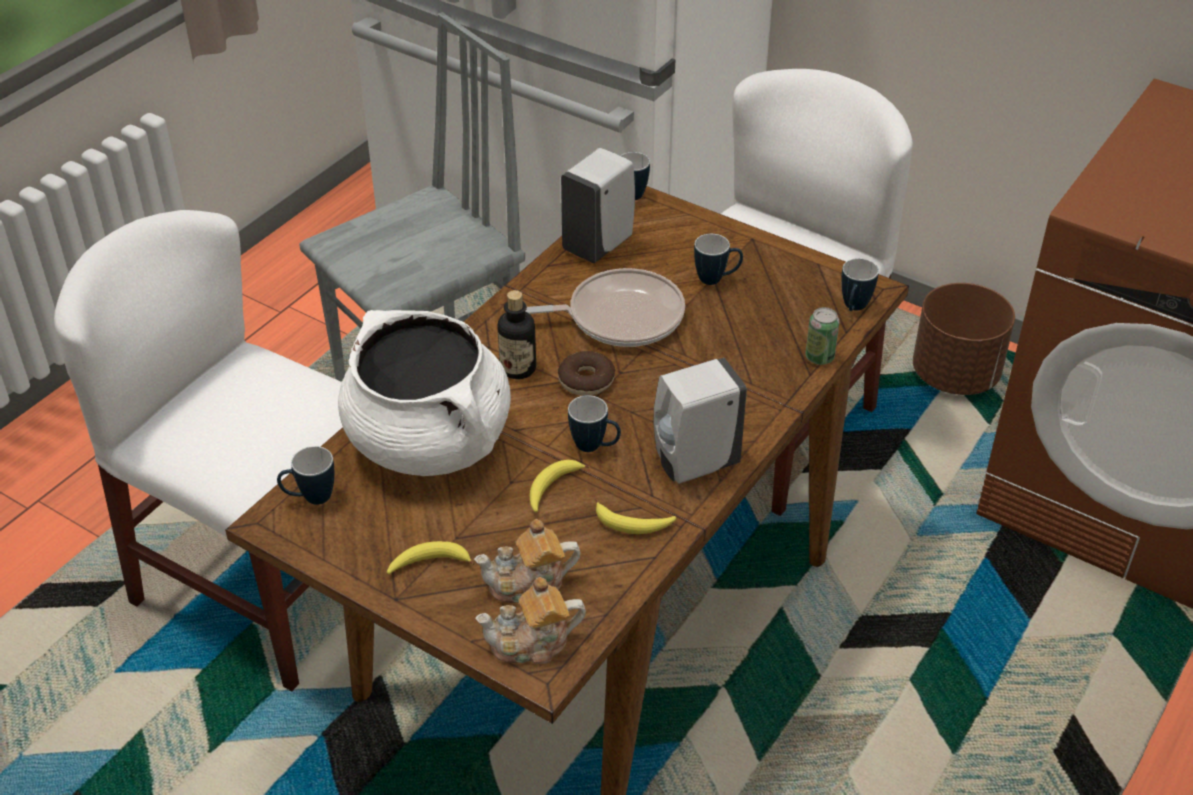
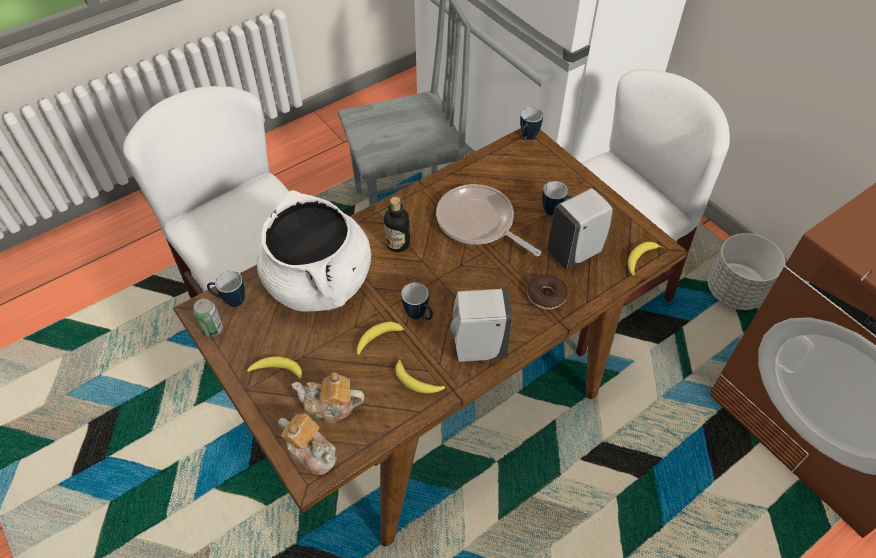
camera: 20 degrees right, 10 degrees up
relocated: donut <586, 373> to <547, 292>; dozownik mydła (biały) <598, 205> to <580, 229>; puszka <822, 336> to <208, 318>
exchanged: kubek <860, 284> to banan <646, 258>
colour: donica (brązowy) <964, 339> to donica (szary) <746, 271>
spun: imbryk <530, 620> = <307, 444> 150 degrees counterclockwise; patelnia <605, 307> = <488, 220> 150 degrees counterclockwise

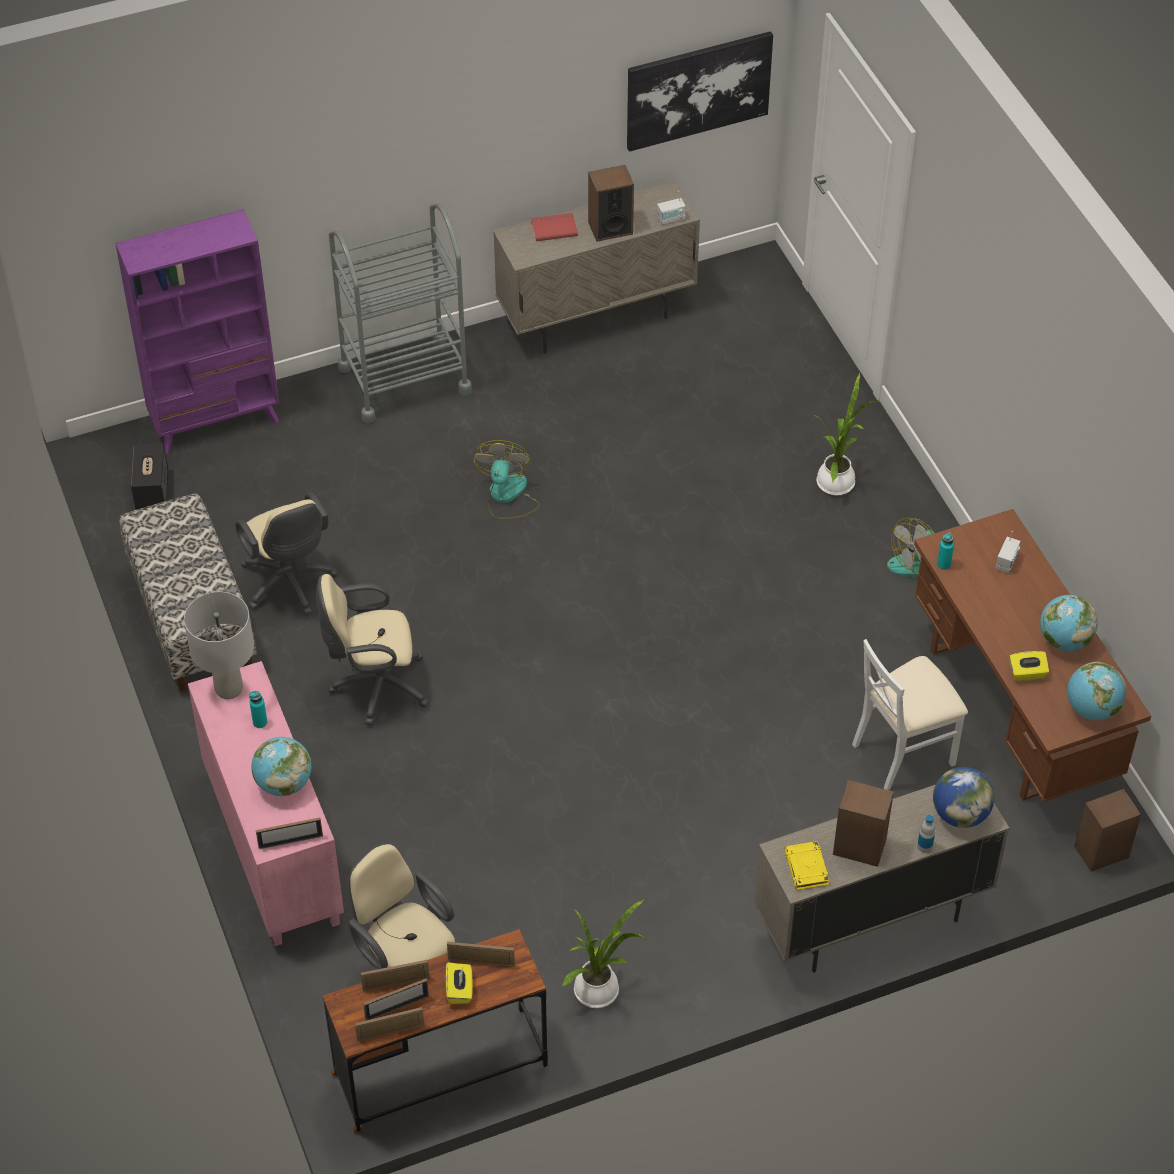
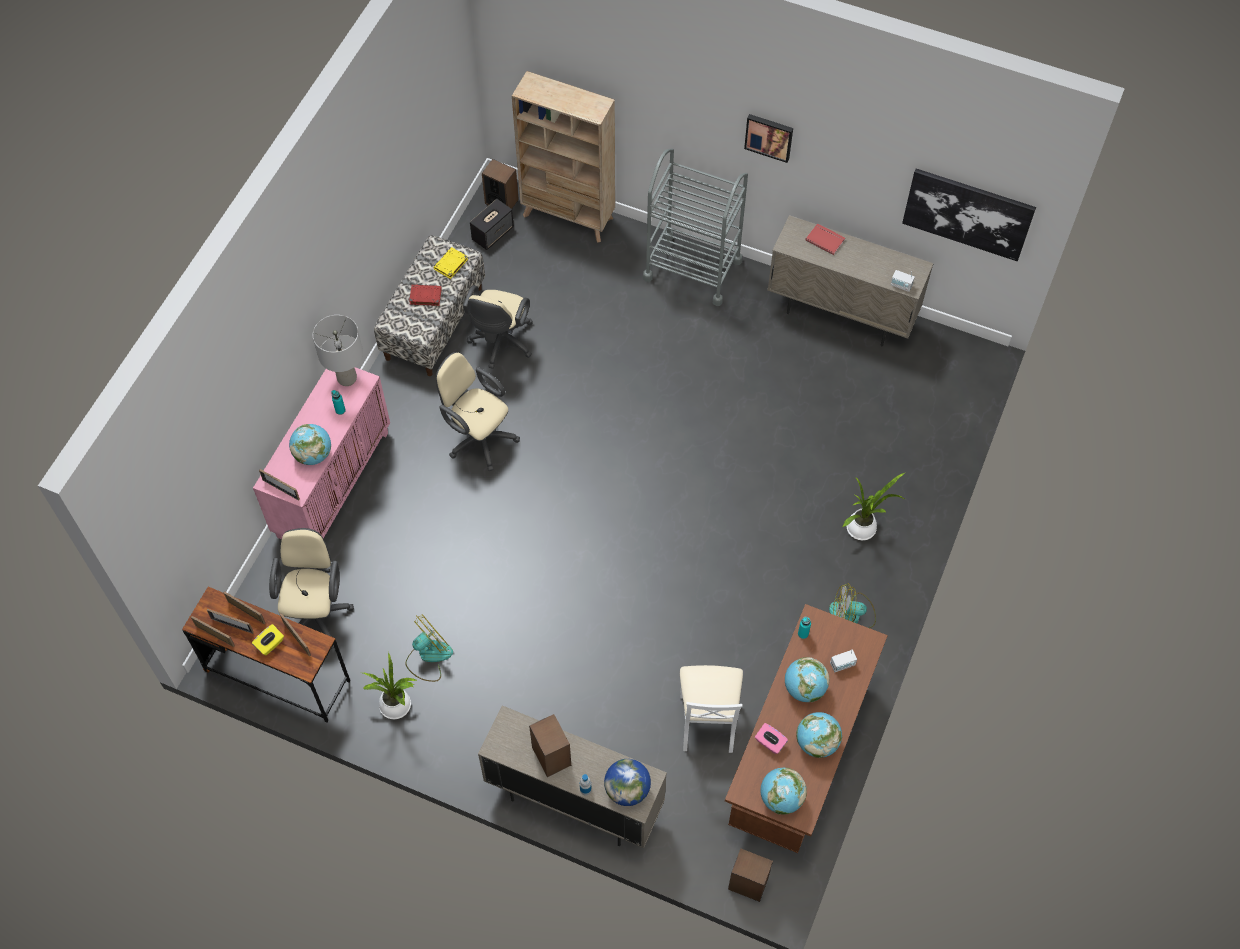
camera: 45 degrees right, 10 degrees up
appeared: książka (czerwony) <425, 295>; obraz <768, 138>; globus <807, 679>
relocated: wentylator <506, 479> to <429, 648>; głośnik <611, 203> to <500, 184>; książka (żółty) <806, 865> to <450, 263>
colour: regał (fioletowy) <197, 332> to regał (beżowy) <563, 157>; pudełko chusteczek (żółty) <1029, 666> to pudełko chusteczek (różowy) <771, 738>
spun: krzesło (biały) <910, 714> = <711, 709> 105 degrees counterclockwise

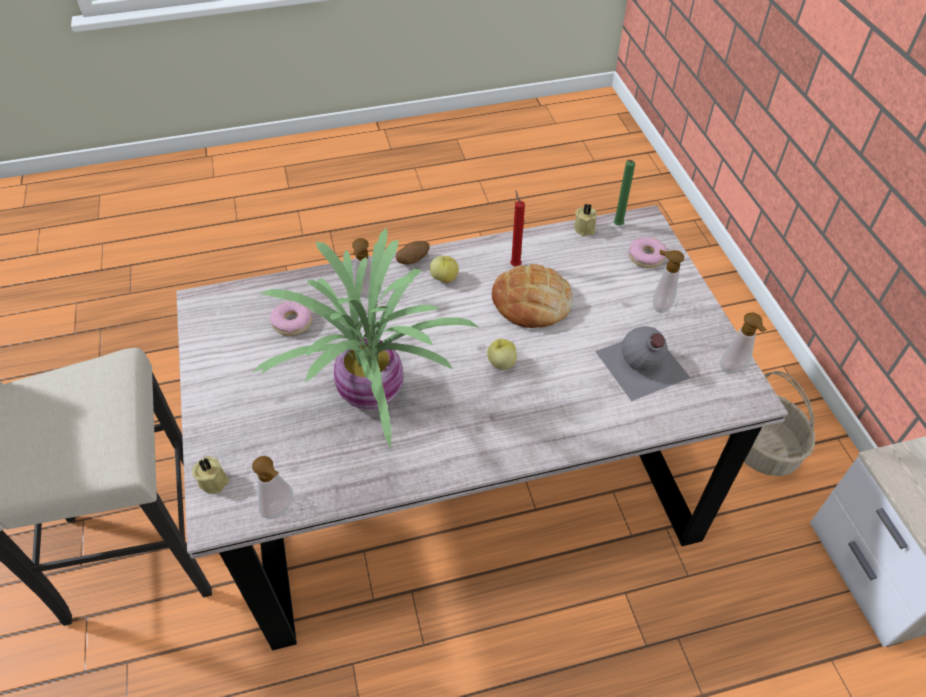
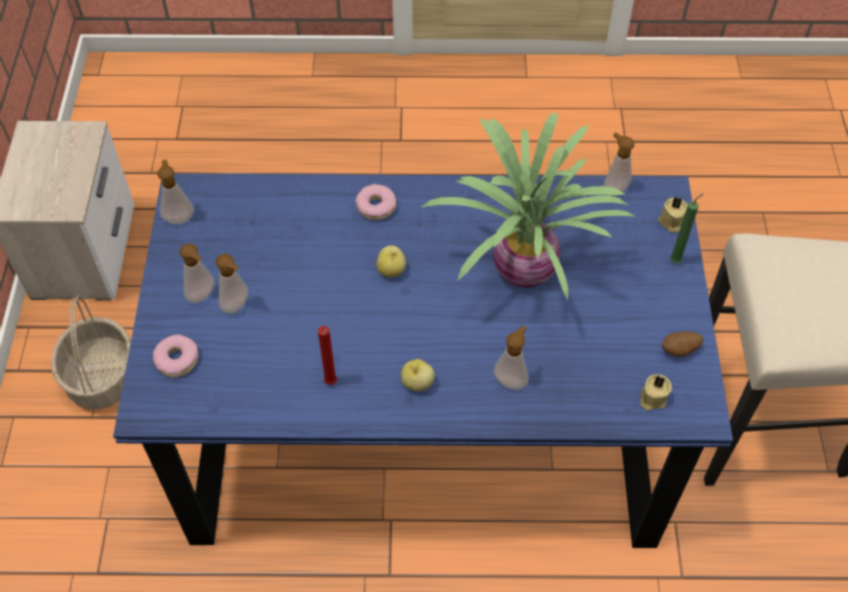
camera: 165 degrees left, 5 degrees up
missing: chleb <532, 296>; butelka (szary) <642, 363>
appeared: dozownik mydła <232, 284>
relocated: donut <291, 318> to <375, 202>; ziemniak <413, 253> to <682, 344>; świeca (beżowy) <585, 220> to <656, 392>; świeca (zielony) <624, 193> to <687, 228>
colour: stół jadalny (szary) <482, 427> to stół jadalny (niebieski) <423, 360>

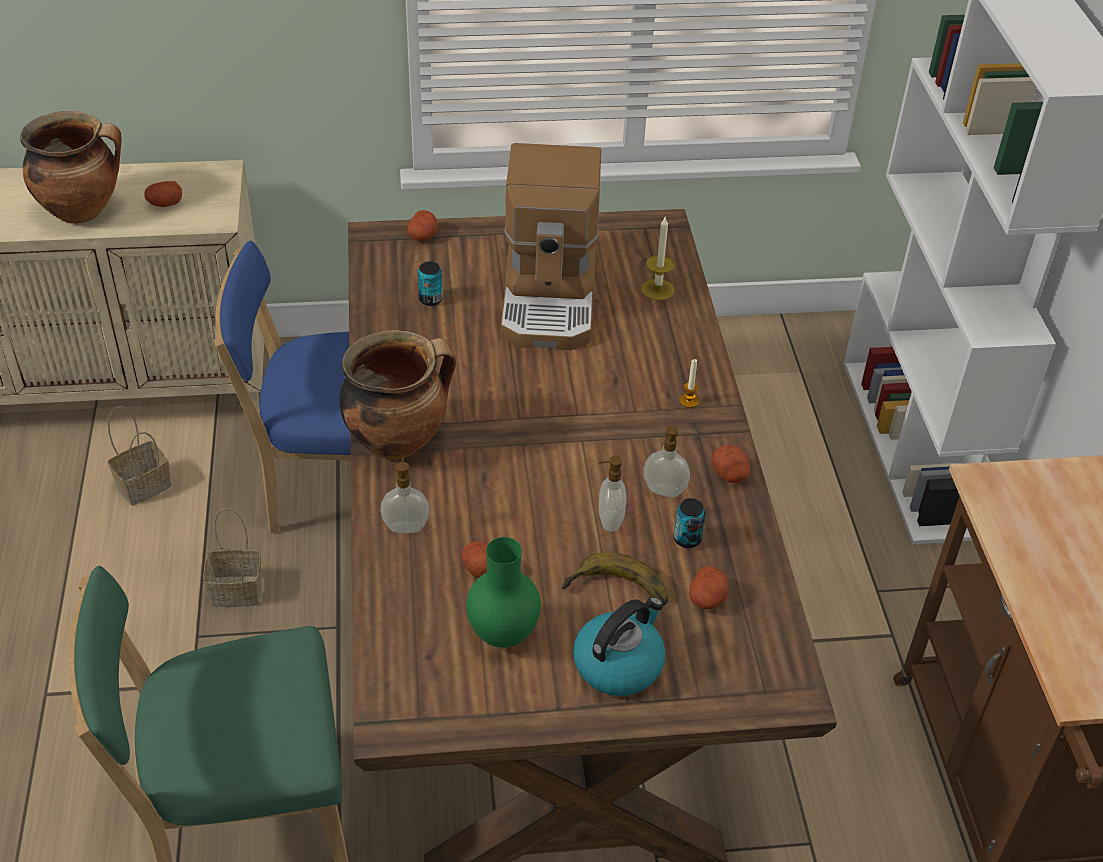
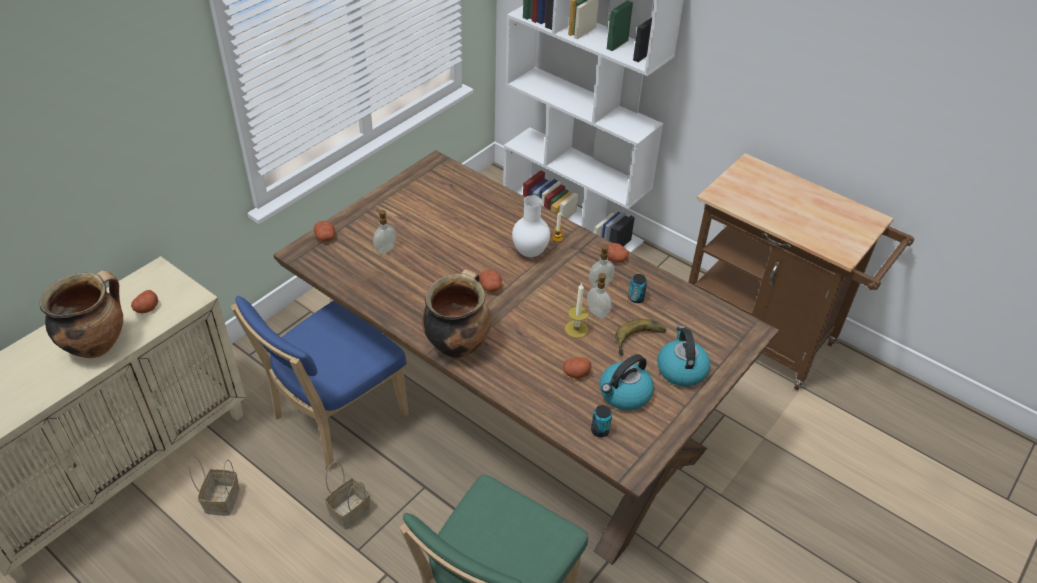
camera: 45 degrees left, 0 degrees up
missing: ekspres do kawy <551, 246>
appeared: wazon (biały) <531, 226>
relocated: dozownik mydła <405, 495> to <384, 231>; puszka <430, 283> to <601, 421>; świeca <658, 258> to <577, 310>; ziemniak <709, 587> to <491, 281>
exchanged: wazon (zielony) <503, 592> to czajnik <627, 382>

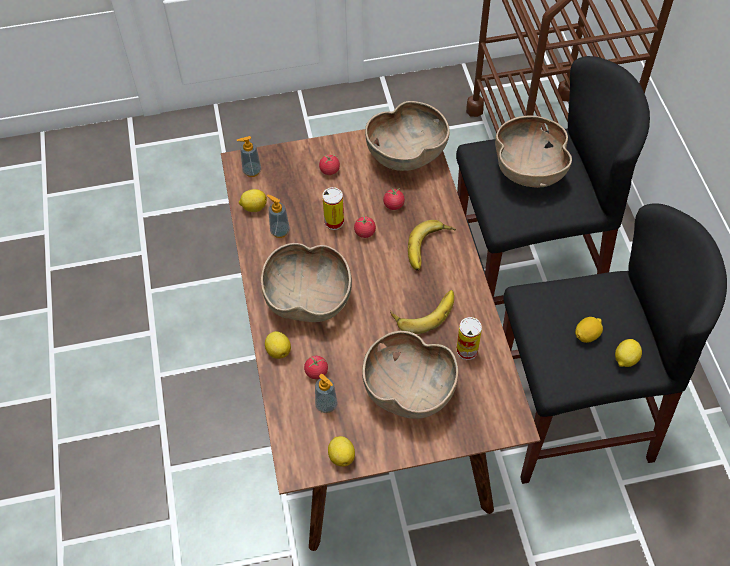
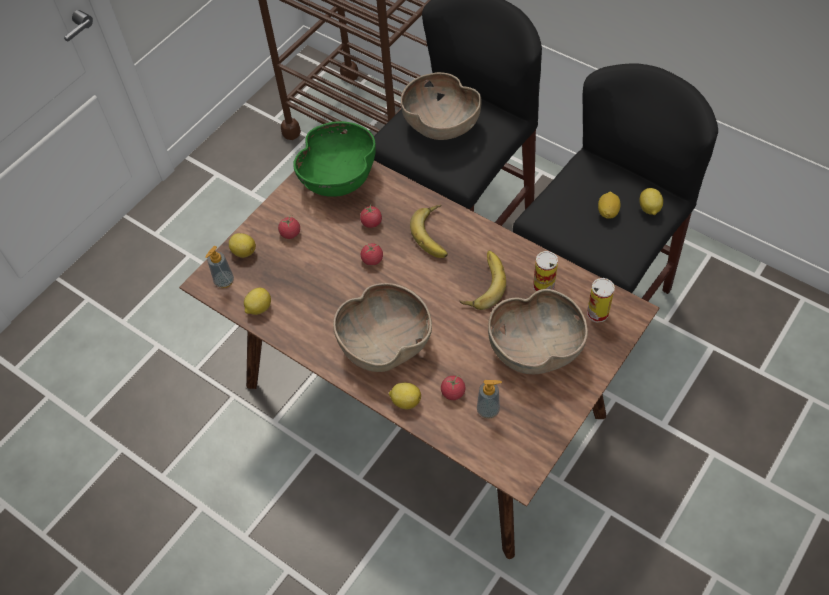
camera: 40 degrees left, 0 degrees up
missing: dozownik mydła <278, 216>
relocated: puszka <333, 208> to <601, 300>; cytryna <341, 451> to <242, 245>
colour: miska (brązowy) <407, 136> to miska (zielony) <334, 159>

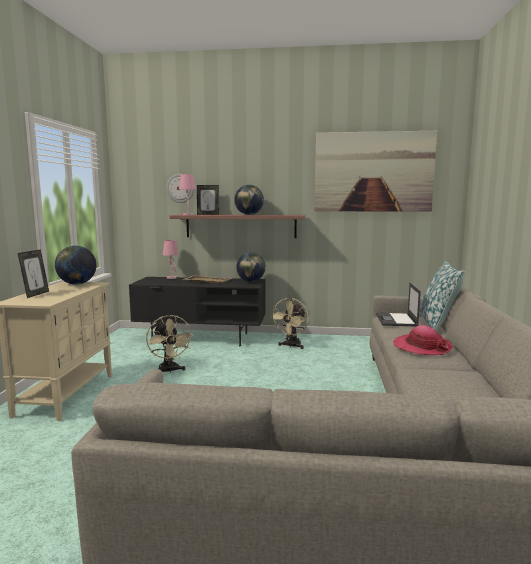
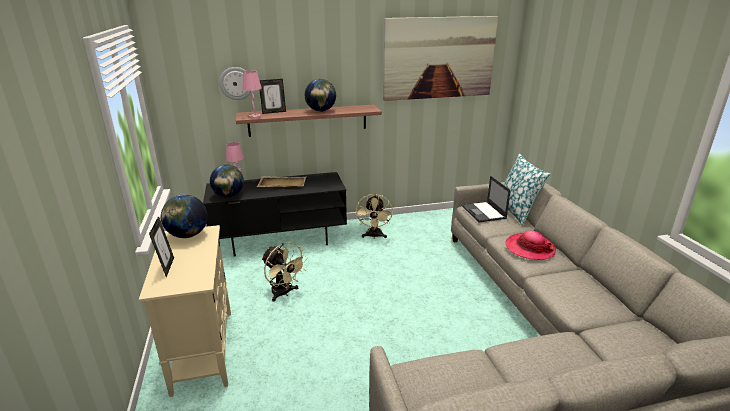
camera: 20 degrees left, 15 degrees up
relocated: globus <251, 267> to <227, 181>

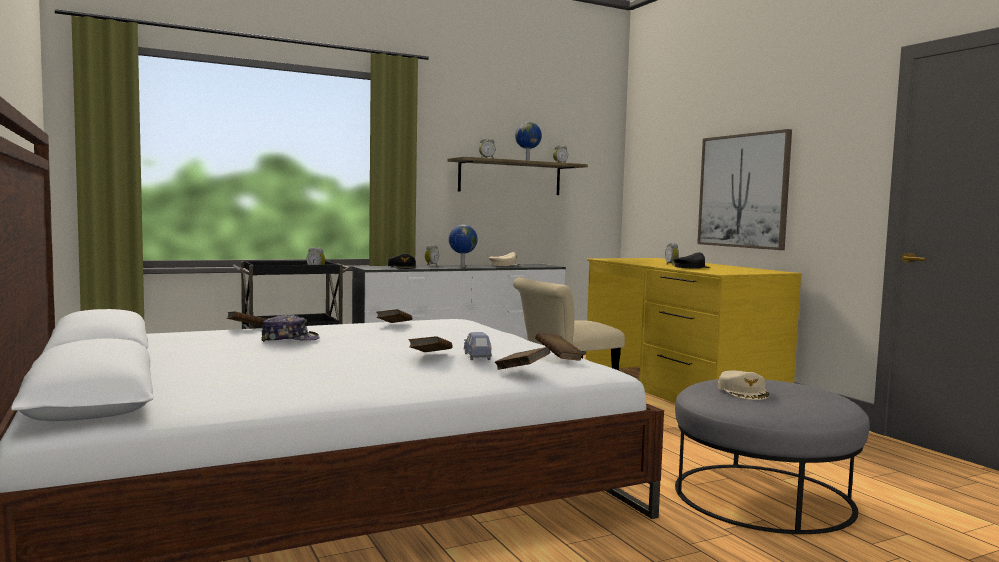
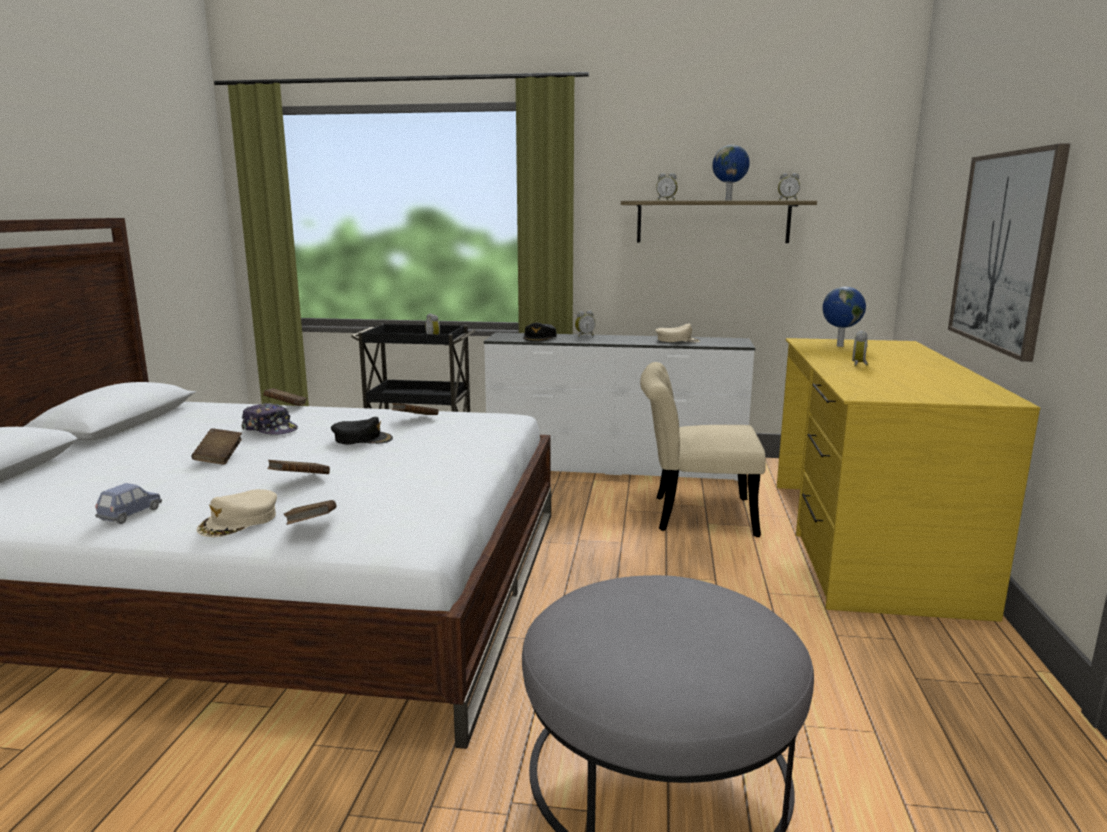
camera: 35 degrees right, 10 degrees up
relocated: globus <463, 246> to <844, 317>; samochodzik (niebieski) <478, 346> to <128, 503>; książka (brązowy) <559, 347> to <217, 446>; czapka z daszkiem (czarny) <692, 260> to <362, 431>; czapka z daszkiem (beżowy) <743, 385> to <237, 513>

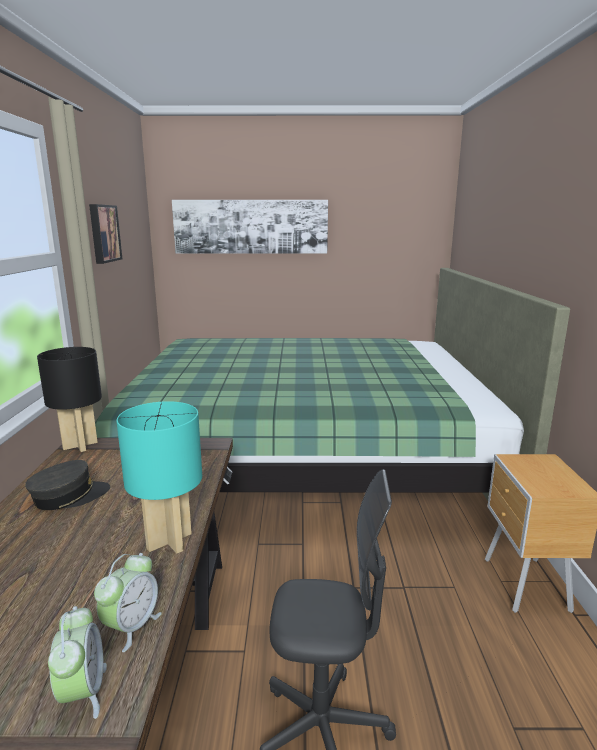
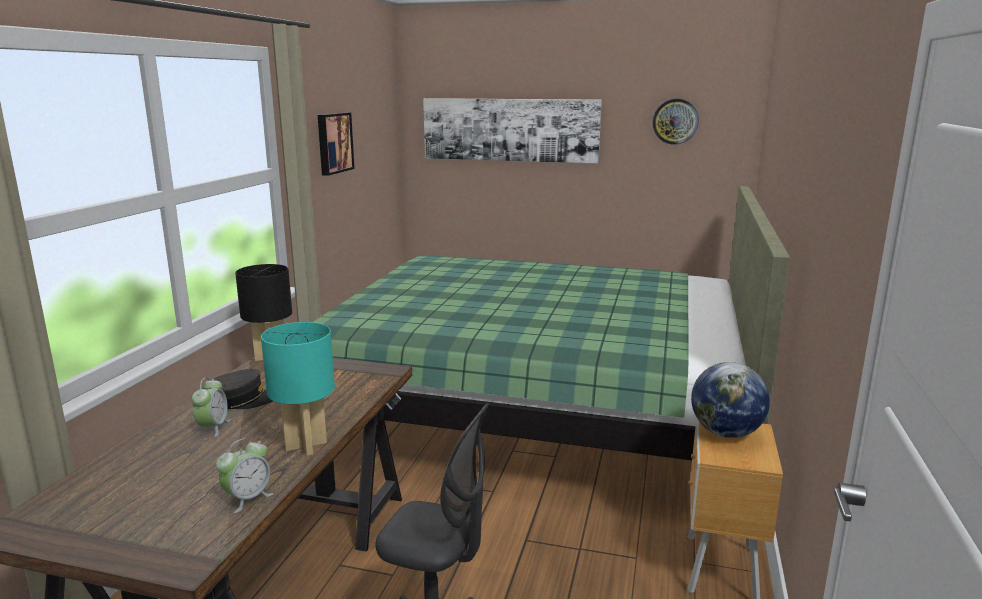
camera: 15 degrees right, 0 degrees up
appeared: zegar ścienny <676, 122>; globus <730, 400>
relocated: budzik <77, 662> to <211, 407>

